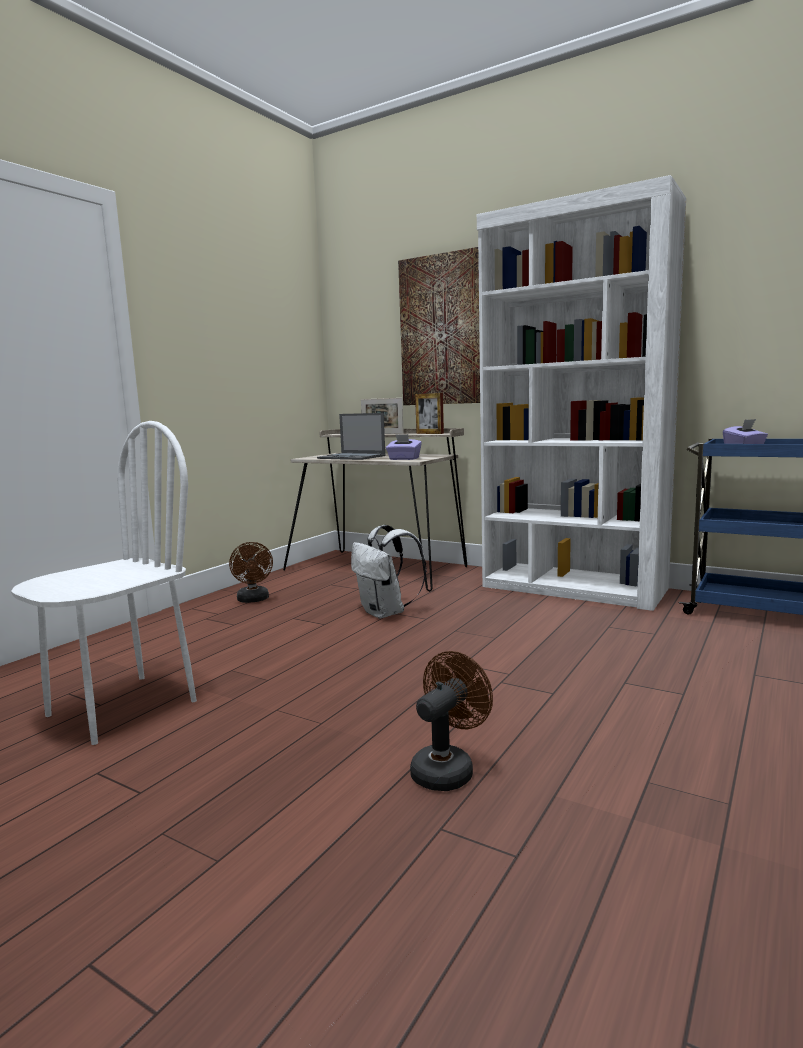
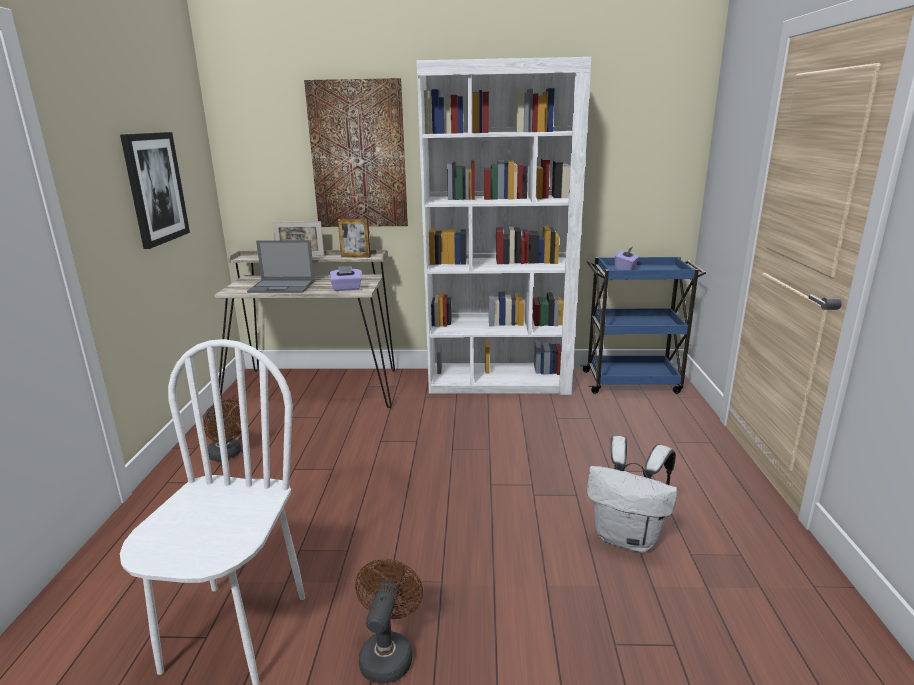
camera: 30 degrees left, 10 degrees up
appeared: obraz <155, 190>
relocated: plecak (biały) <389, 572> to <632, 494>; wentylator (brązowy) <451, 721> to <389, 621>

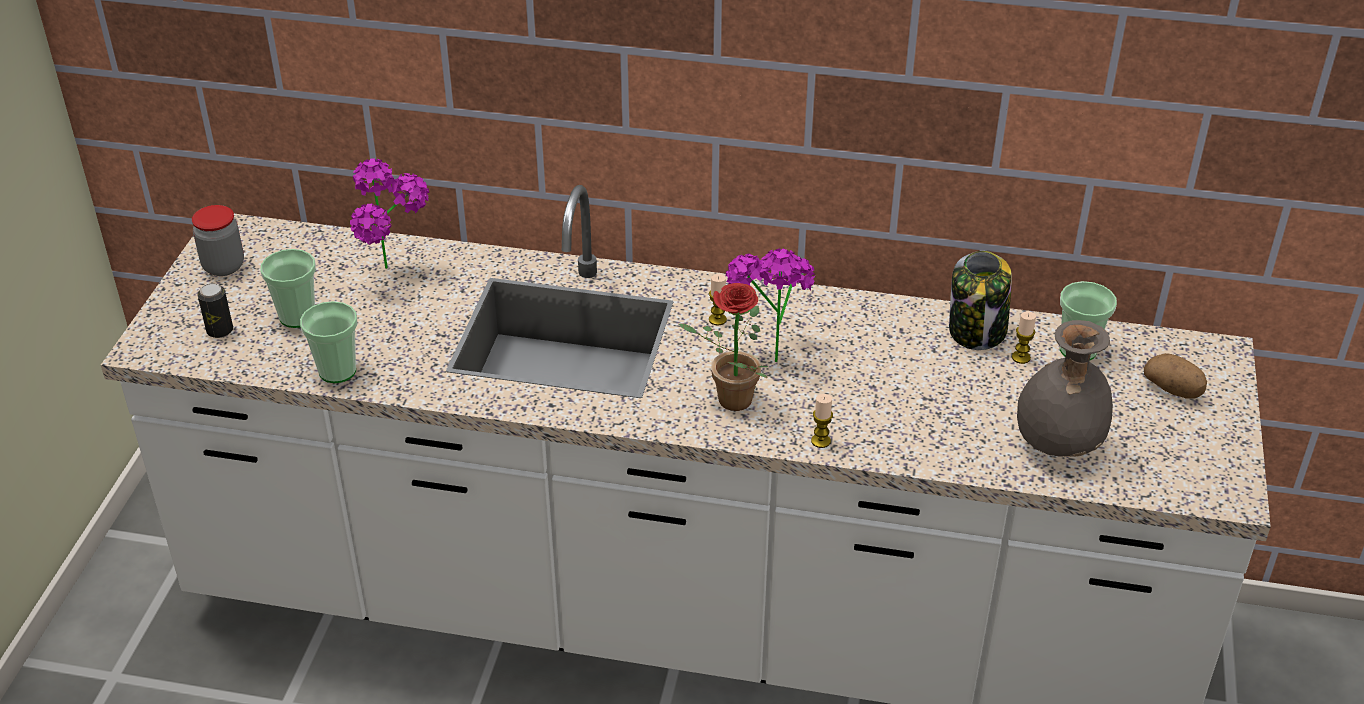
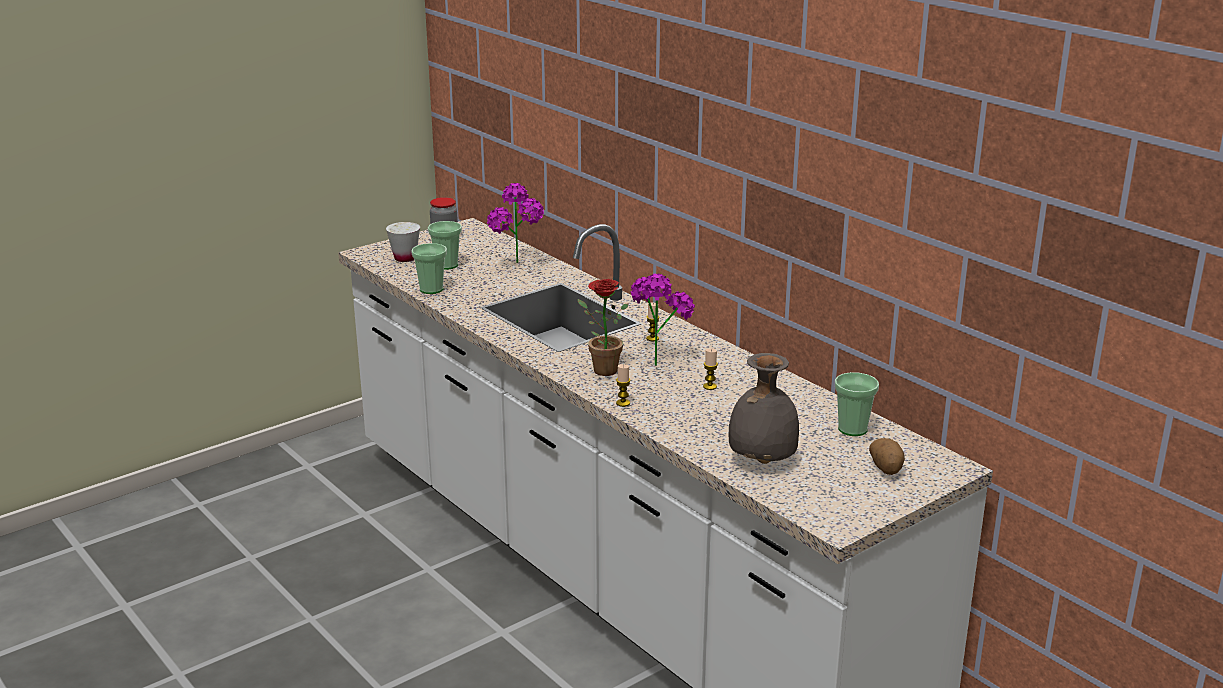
camera: 40 degrees right, 15 degrees down
missing: słoik <980, 300>
relocated: świeca <1024, 338> to <710, 369>
exchanged: puszka <215, 310> to filiżanka (biały) <403, 242>

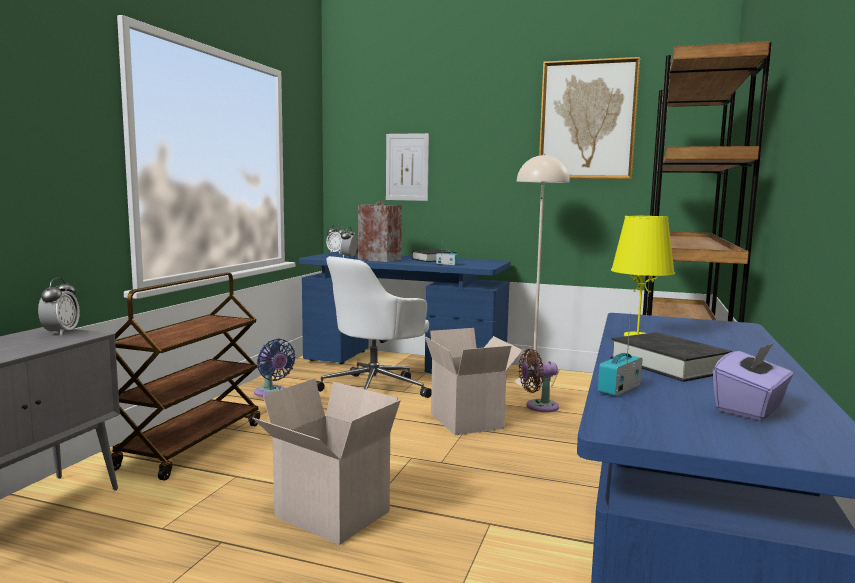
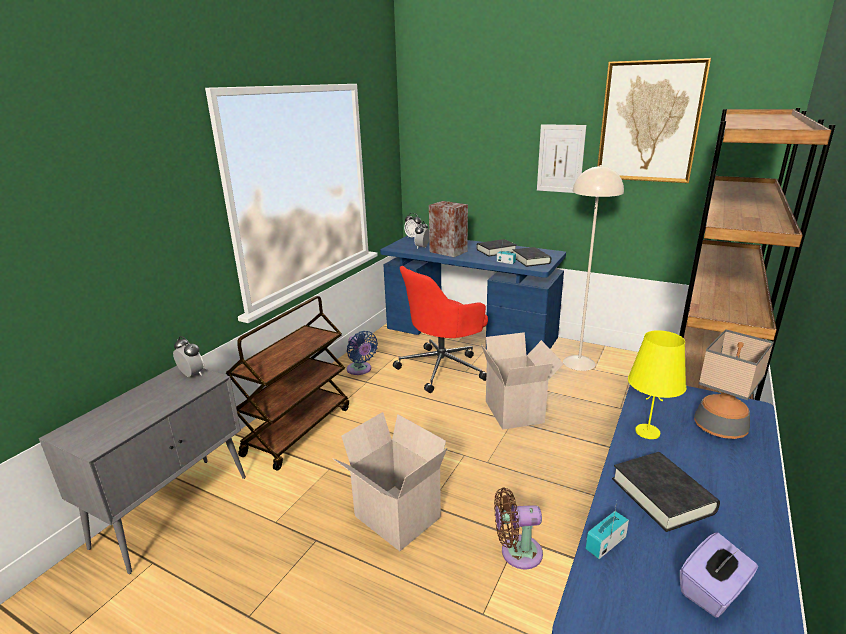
camera: 10 degrees right, 15 degrees up
appeared: książka (czarny) <532, 257>; lampa stołowa <734, 384>
relocated: obraz <407, 167> to <562, 158>; wentylator (brązowy) <539, 380> to <518, 529>
colour: krzesło biurowe (biały) <373, 327> to krzesło biurowe (czerwony) <440, 329>
spun: budzik <59, 306> = <188, 356> 60 degrees counterclockwise

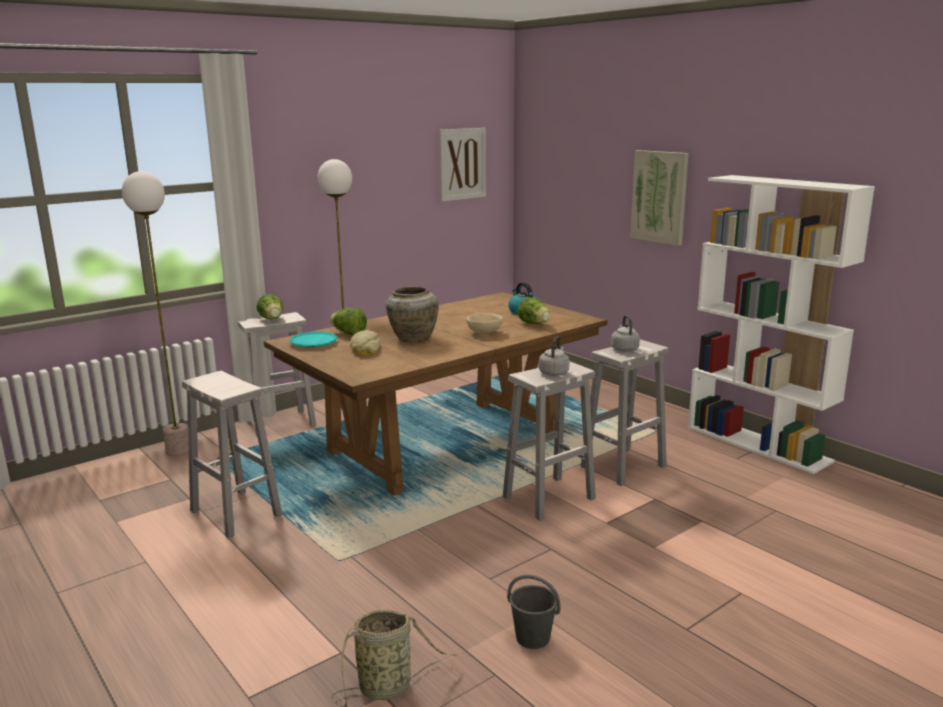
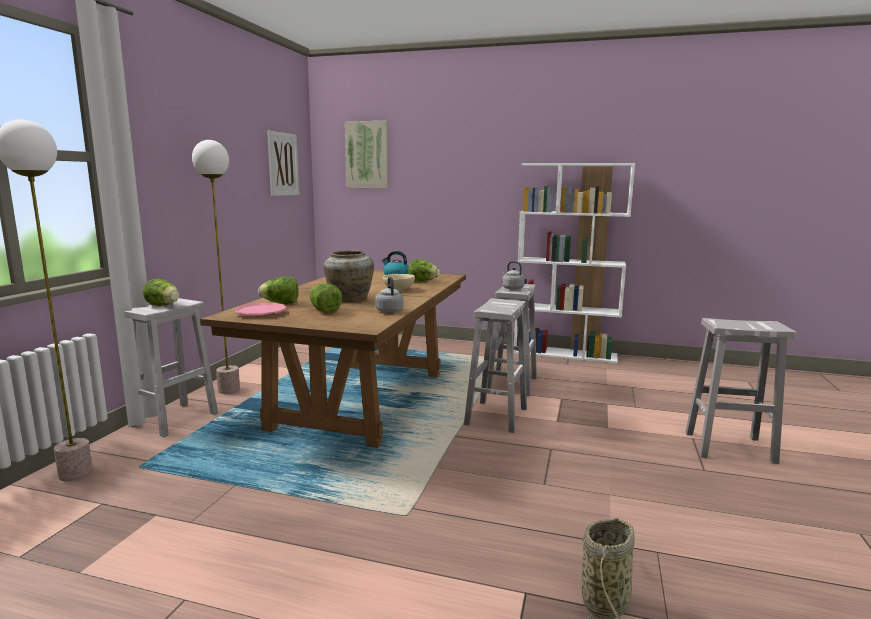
camera: 35 degrees left, 5 degrees down
missing: wiadro (szary) <533, 611>
relocated: stołek (biały) <232, 454> to <740, 391>; czajnik (szary) <554, 356> to <389, 294>; obraz <660, 198> to <367, 155>
exchanged: chleb <365, 343> to sałata <326, 298>
colour: talerz (turkusowy) <313, 339> to talerz (różowy) <261, 309>

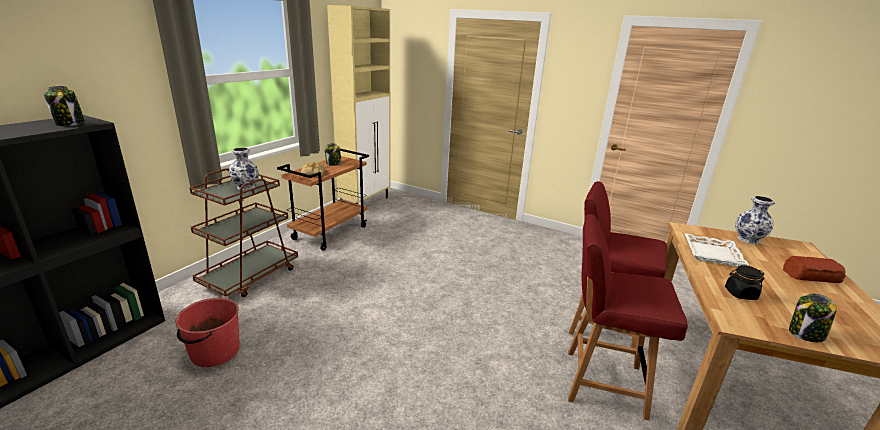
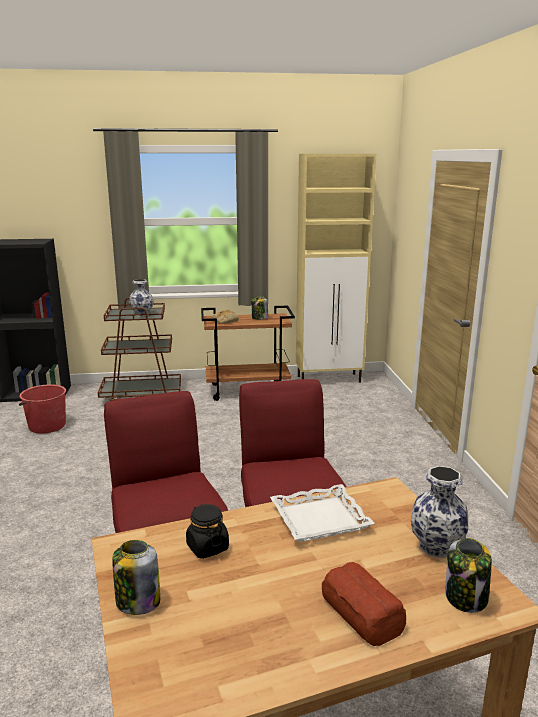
camera: 55 degrees right, 5 degrees down
relocated: słoik <64, 106> to <468, 575>

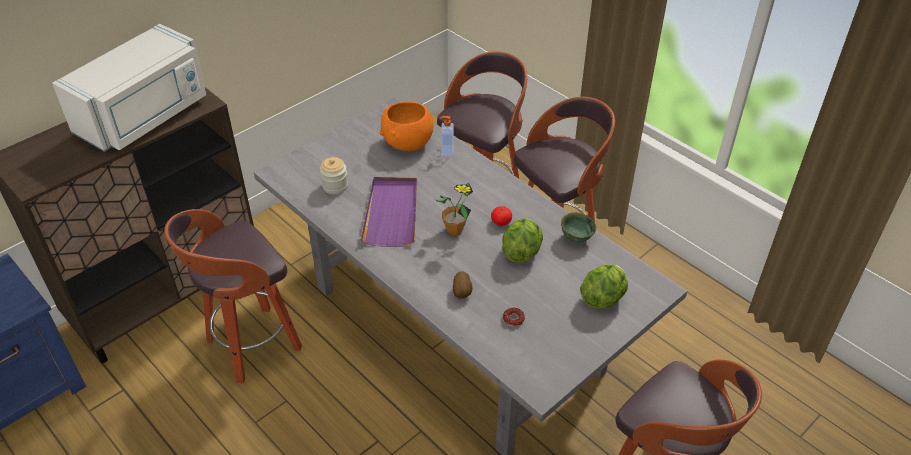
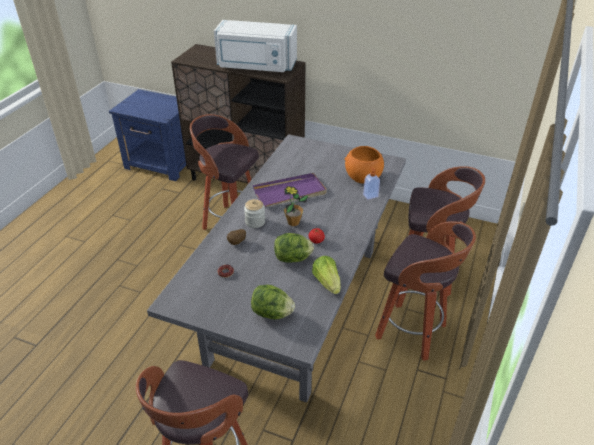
camera: 65 degrees right, 5 degrees down
relocated: słoik <334, 175> to <254, 213>
exchanged: miska (zielony) <578, 227> to sałata <326, 275>

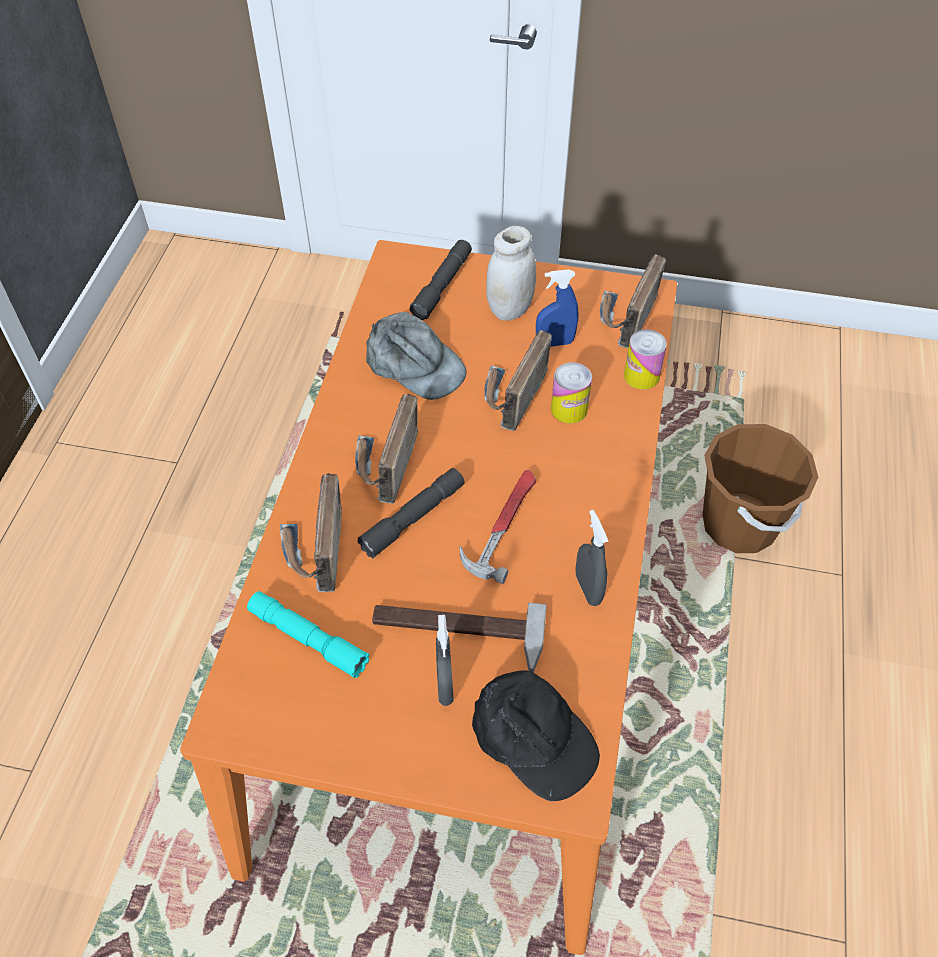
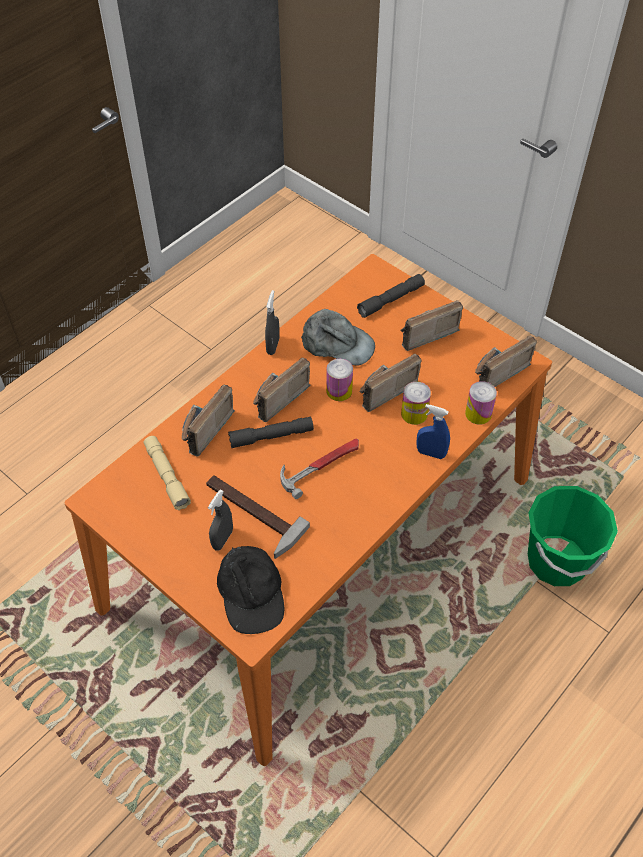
camera: 30 degrees right, 0 degrees up
appeared: puszka <339, 380>
relocated: spryskiwacz (niebieski) <557, 308> to <433, 431>; spryskiwacz (szary) <592, 558> to <272, 322>
exchanged: słoik (biały) <511, 273> to radio <431, 325>
colour: latarka (turkusowy) <308, 634> to latarka (beżowy) <167, 473>; wiadro (brązowy) <760, 488> to wiadro (zielony) <573, 536>
spun: czapka z daszkiem (szary) <416, 356> = <338, 337> 45 degrees counterclockwise

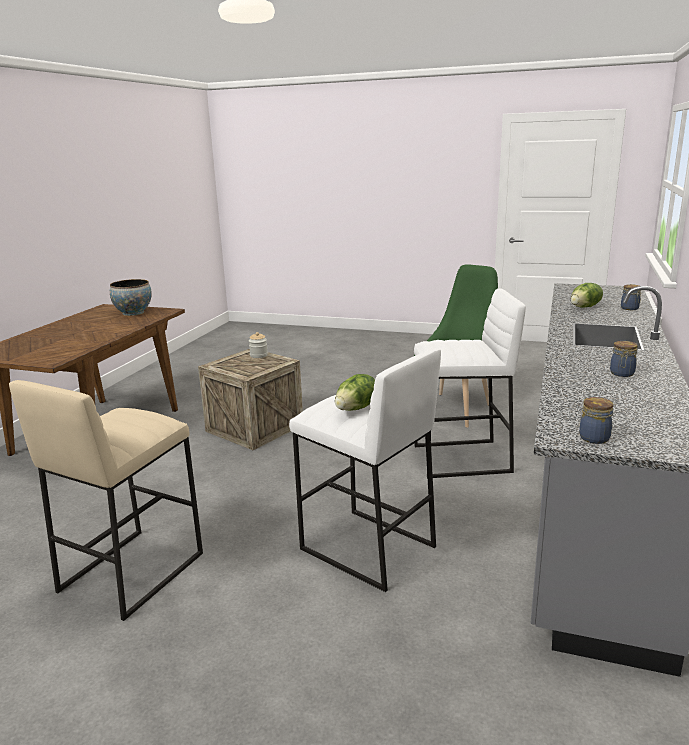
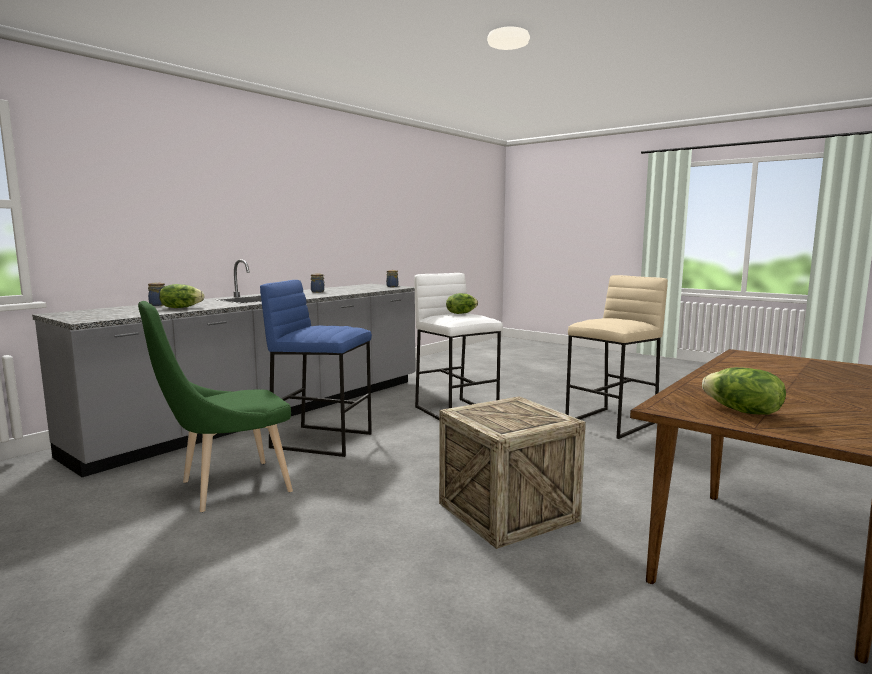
camera: 160 degrees left, 10 degrees down
missing: słoik <258, 345>
exchanged: miska <131, 297> to sałata <744, 391>
colour: stołek (biały) <470, 383> to stołek (niebieski) <316, 368>

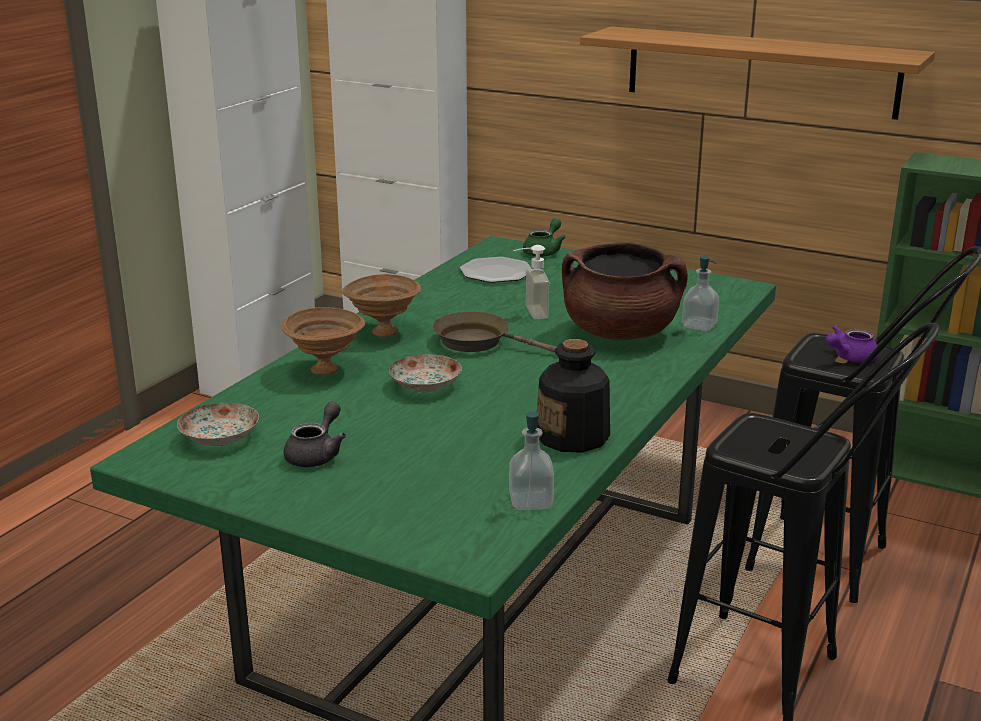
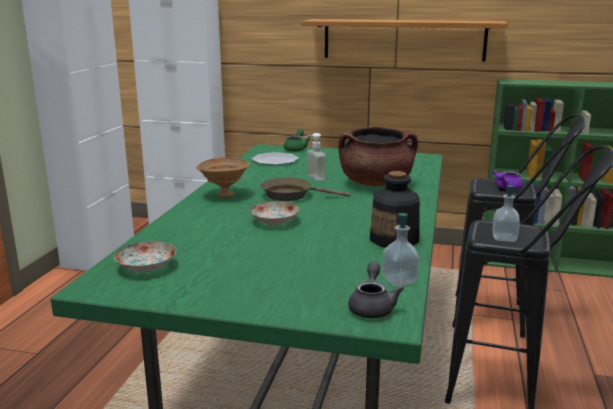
camera: 15 degrees left, 5 degrees down
missing: miska (brązowy) <323, 341>
relocated: imbryk (szary) <314, 434> to <376, 290>; dozownik mydła <700, 293> to <506, 213>

